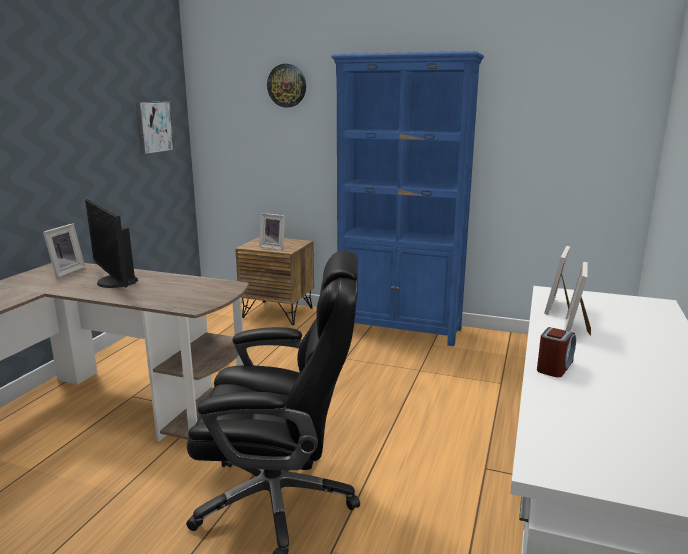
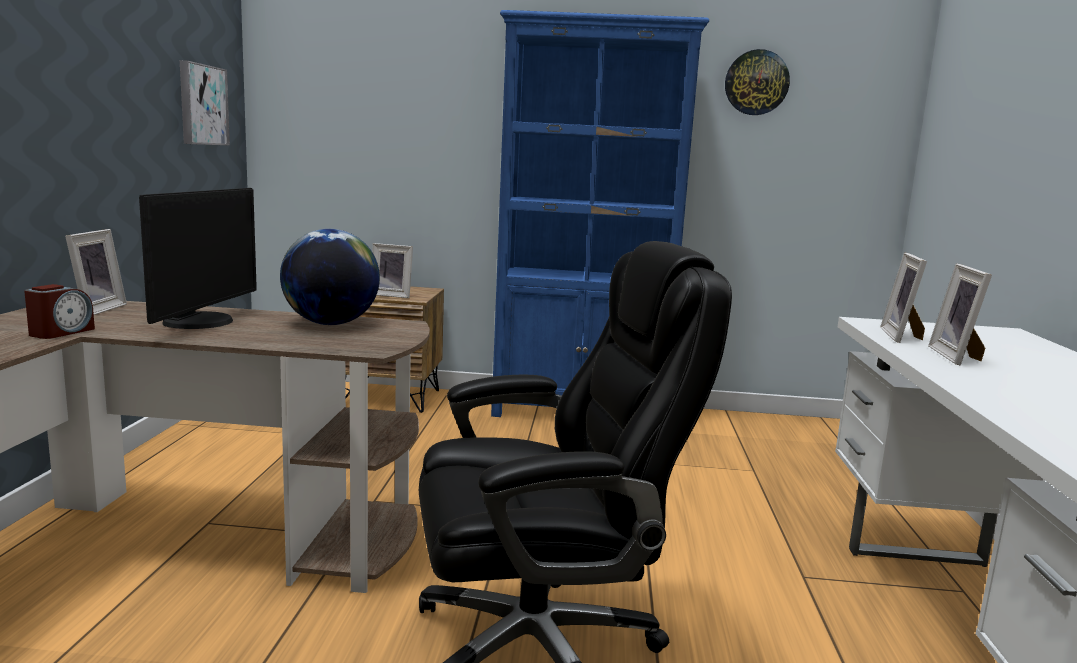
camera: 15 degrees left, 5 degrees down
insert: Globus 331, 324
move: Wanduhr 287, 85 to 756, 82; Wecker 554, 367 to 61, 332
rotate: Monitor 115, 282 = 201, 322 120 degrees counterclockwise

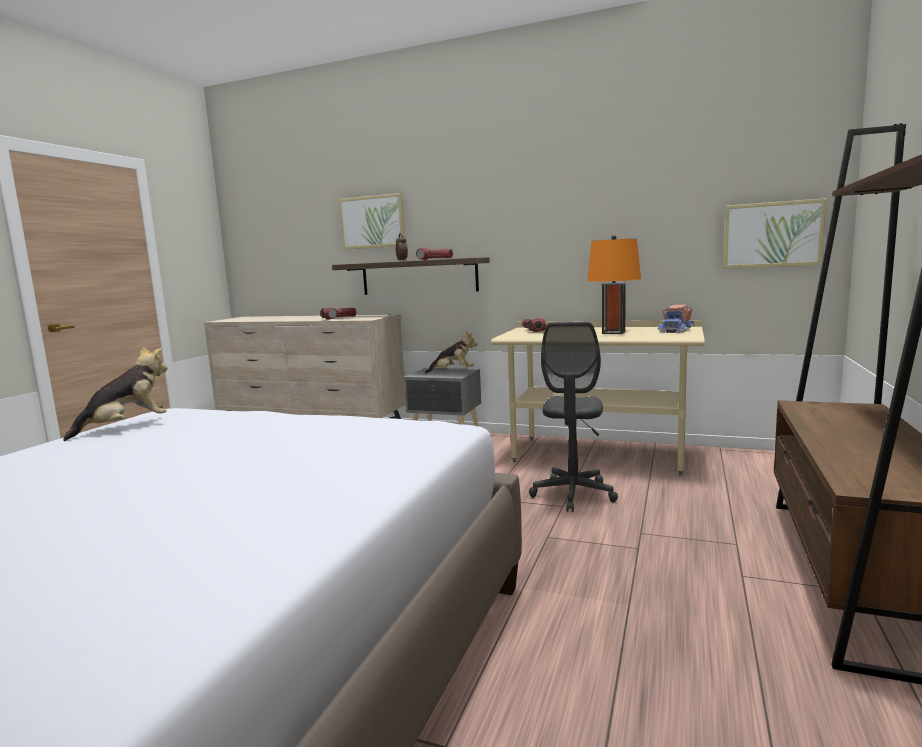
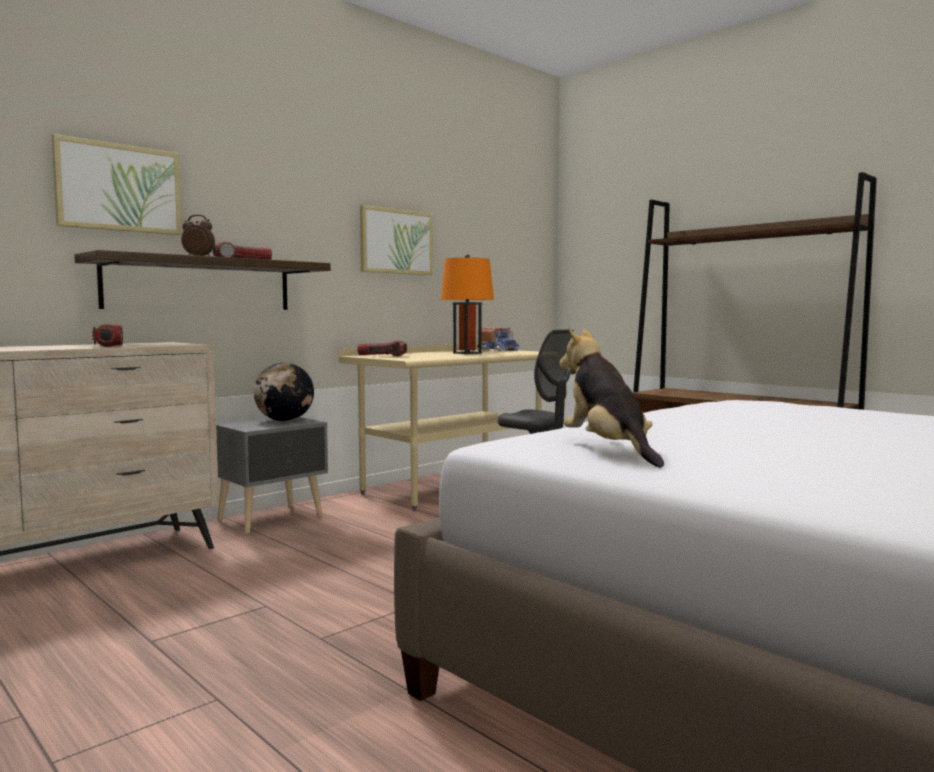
camera: 65 degrees left, 5 degrees down
move: Bild 772, 234 to 396, 241
replace: Plüschtier 452, 372 to Globus 284, 420

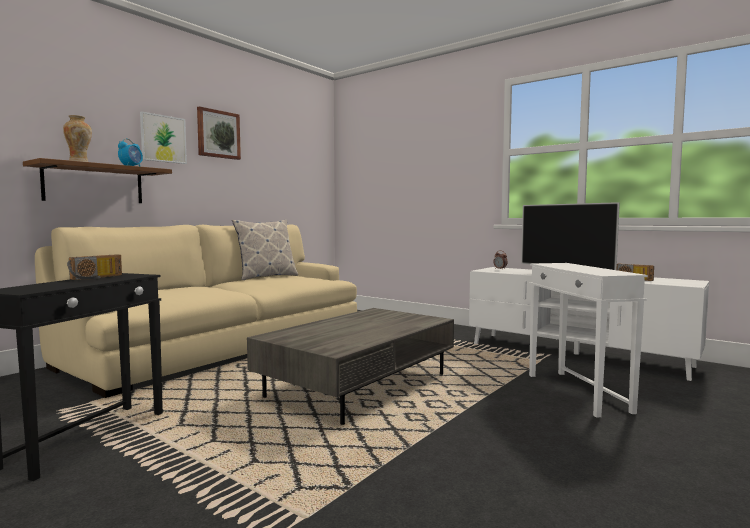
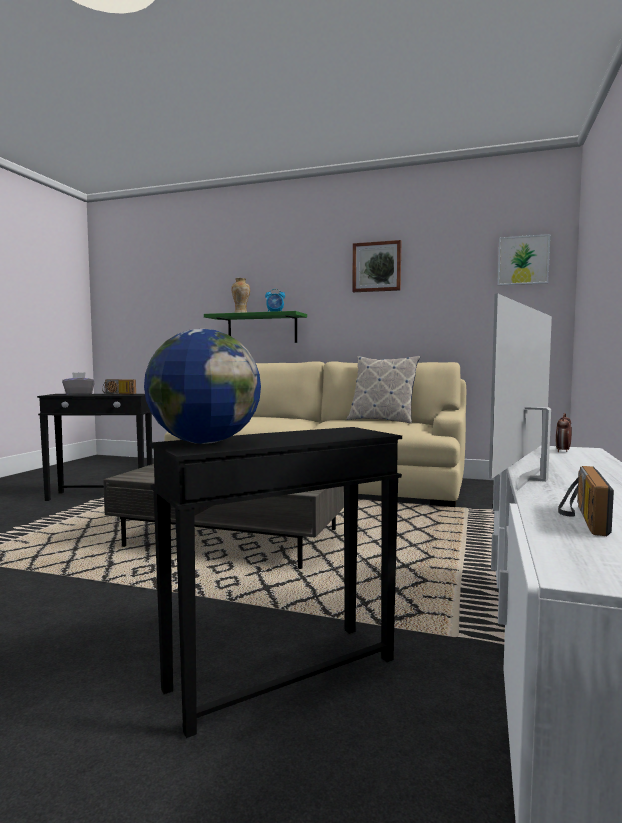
camera: 70 degrees right, 0 degrees up
insert: Taschentuchbox [grau] 79, 394; Globus 204, 443
move: Bild 163, 139 to 523, 260
recolor: Wandregal [braun] 94, 184 to Wandregal [grün] 262, 329; Beistelltisch [weiß] 576, 392 to Beistelltisch [schwarz] 281, 673

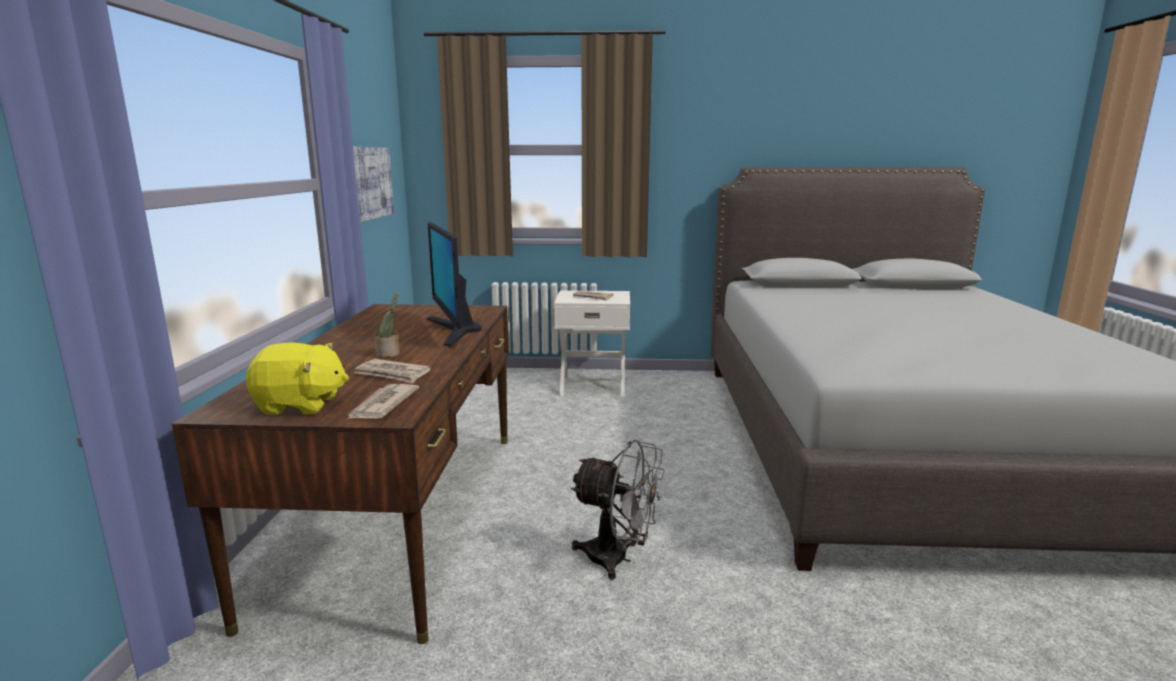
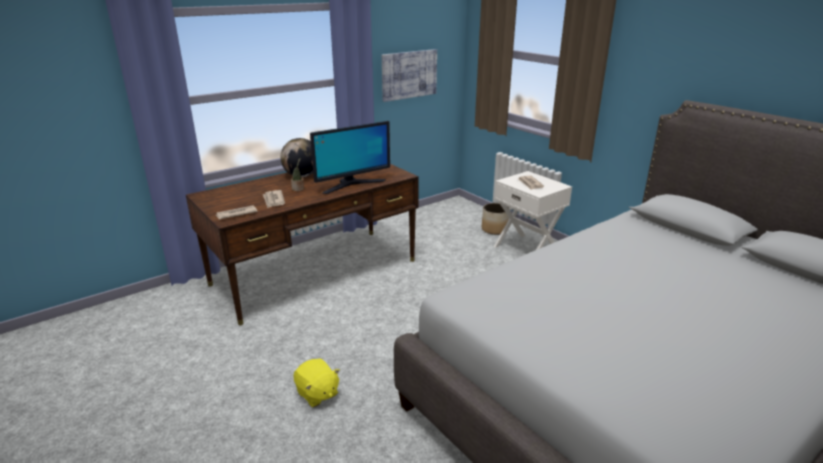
camera: 50 degrees right, 10 degrees up
delete: Ventilator [grau] 618, 559
insert: Globus 302, 176; Pflanzkübel 494, 229
move: Plüschtier [gelb] 300, 405 to 317, 394
rotate: Monitor 453, 330 = 352, 184 150 degrees counterclockwise

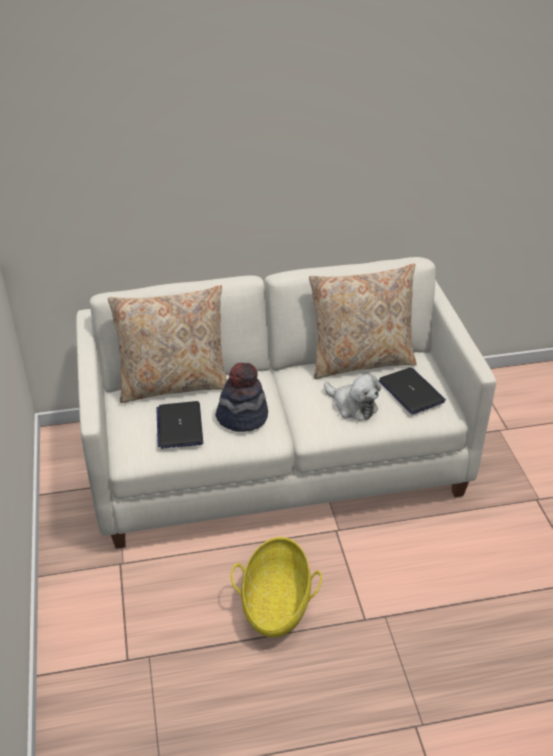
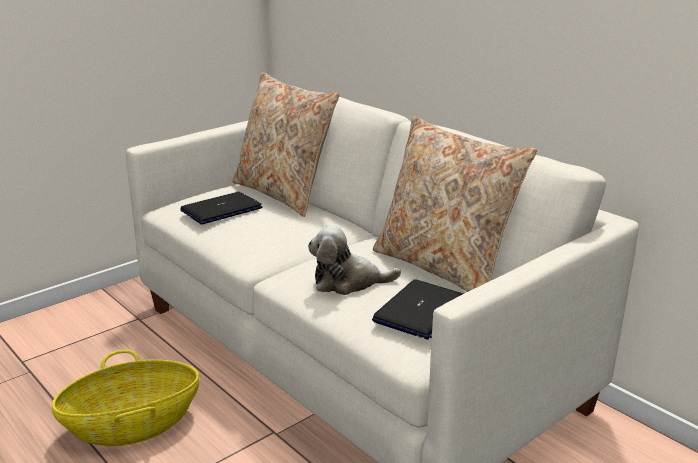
camera: 60 degrees right, 15 degrees down
delete: Hut 242, 417
rotate: Plüschtier 352, 406 = 348, 282 75 degrees clockwise

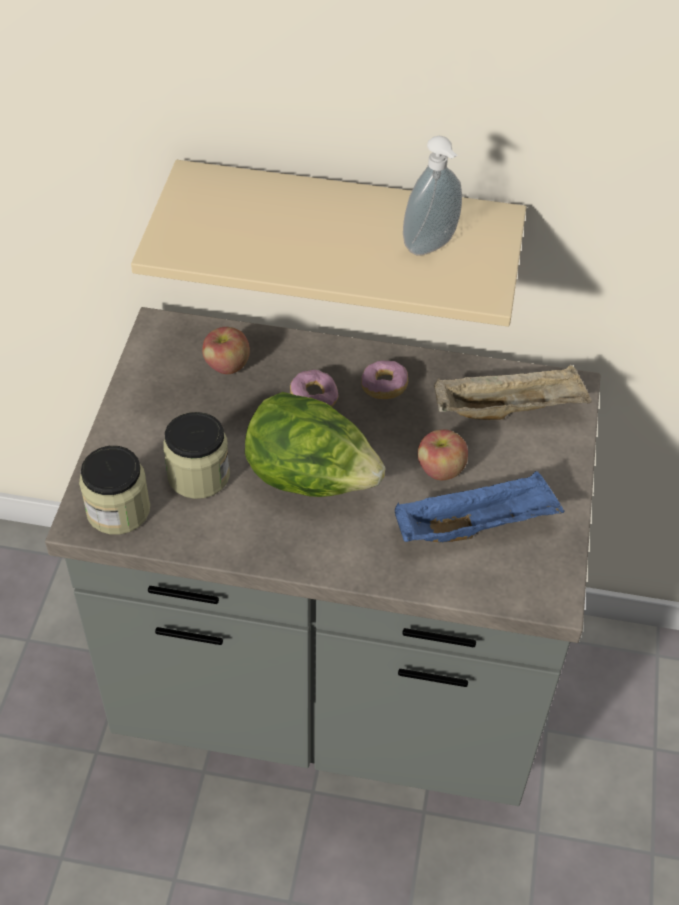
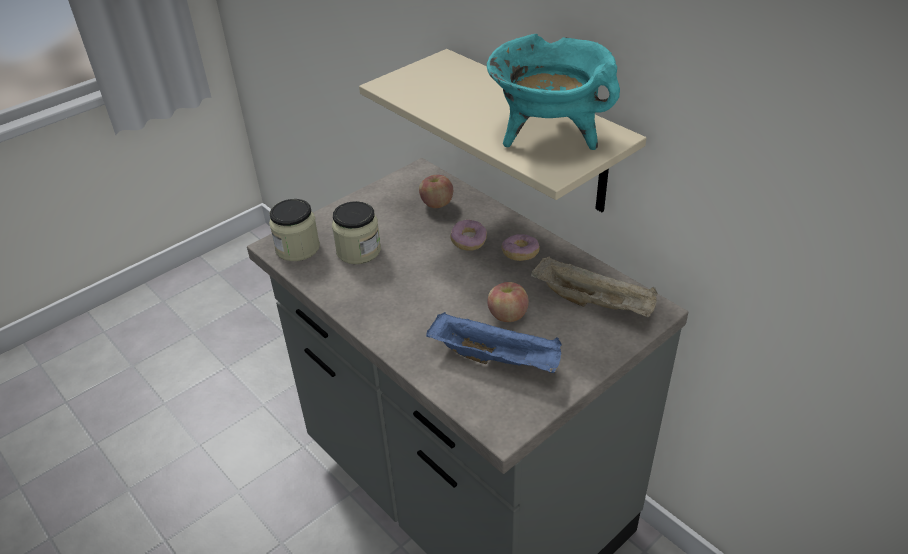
camera: 40 degrees right, 10 degrees down
delete: Salatkopf 311, 479
replace: Seifenspender 432, 247 to Kochtopf [türkis] 548, 136

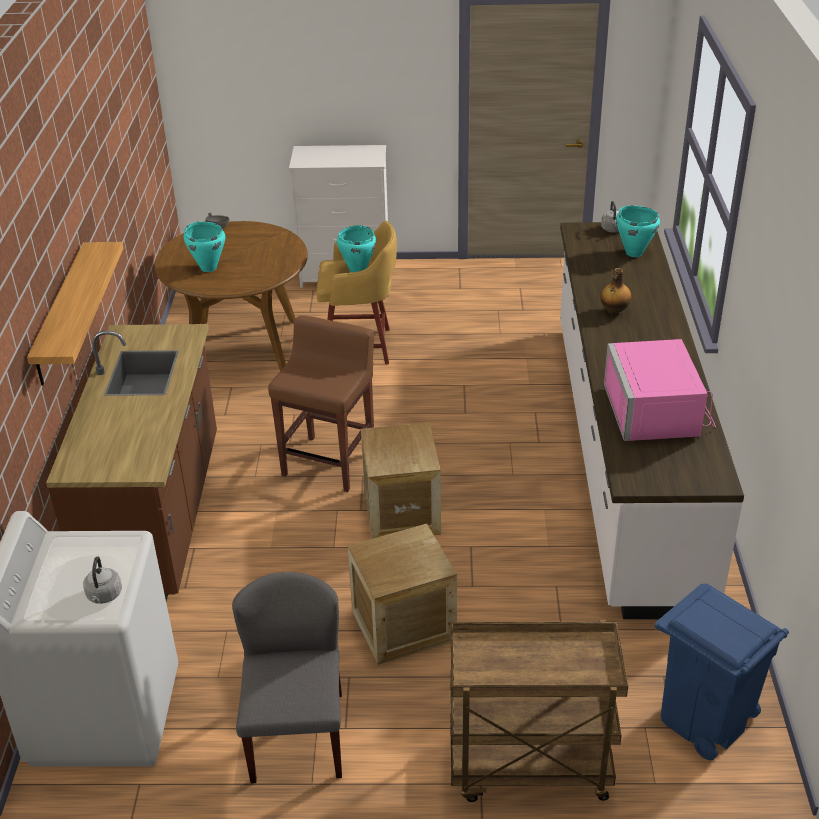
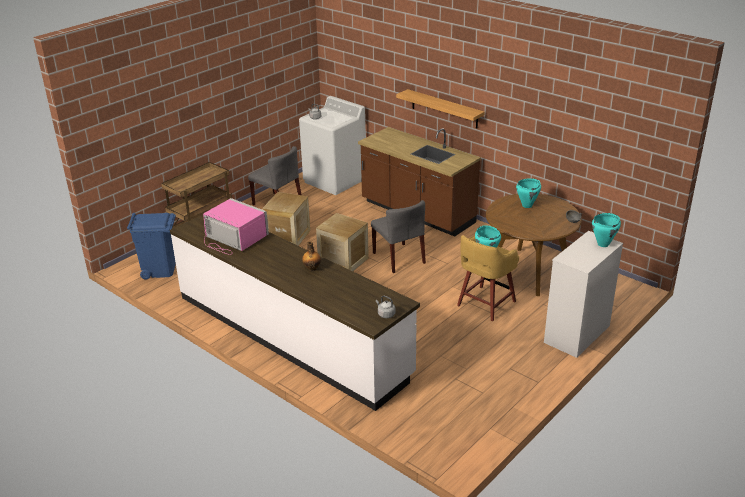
camera: 130 degrees right, 5 degrees down
move: Kochtopf [türkis] 633, 253 to 603, 244
replace: Hocker [braun] 329, 463 to Stuhl [grau] 399, 258

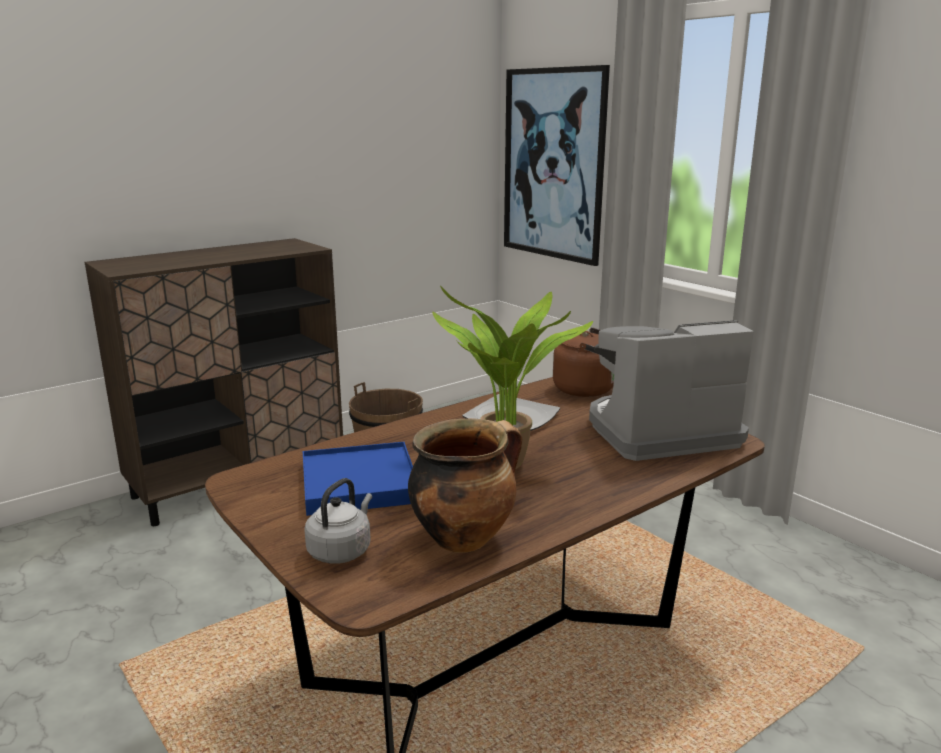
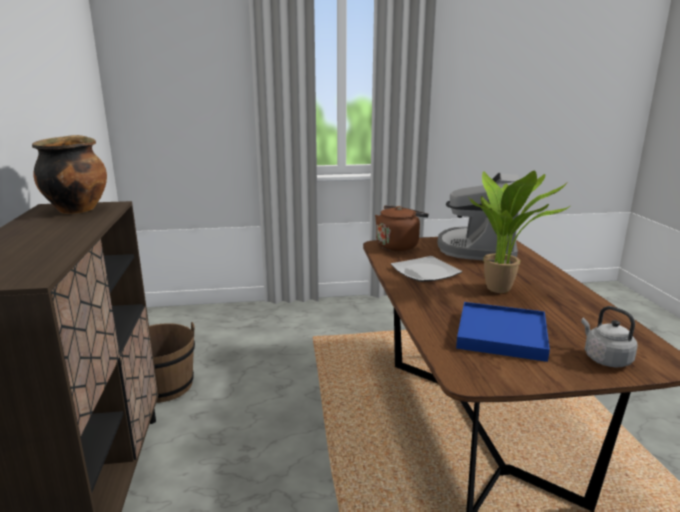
camera: 60 degrees left, 0 degrees up
delete: Bild 553, 165
move: Kochtopf 464, 537 to 77, 209

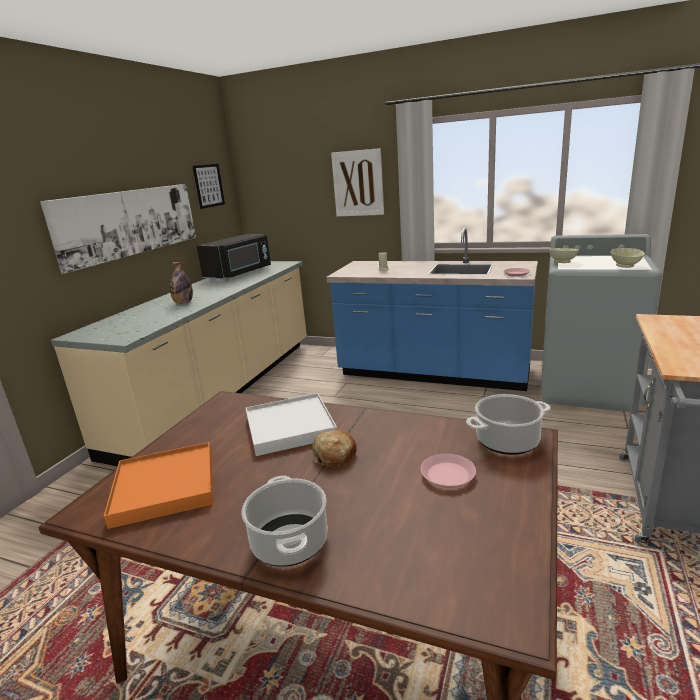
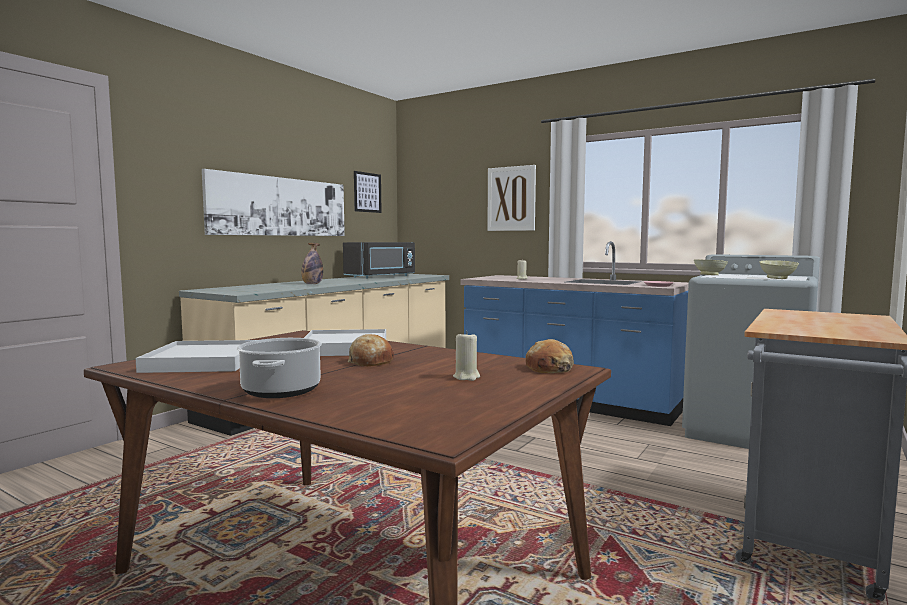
camera: 10 degrees right, 15 degrees down
replace: Teller [rosa] 447, 475 to Kerze [beige] 466, 377; Kochtopf 508, 441 to Brot 549, 368
recolor: Tablett [orange] 164, 487 to Tablett [weiß] 203, 362

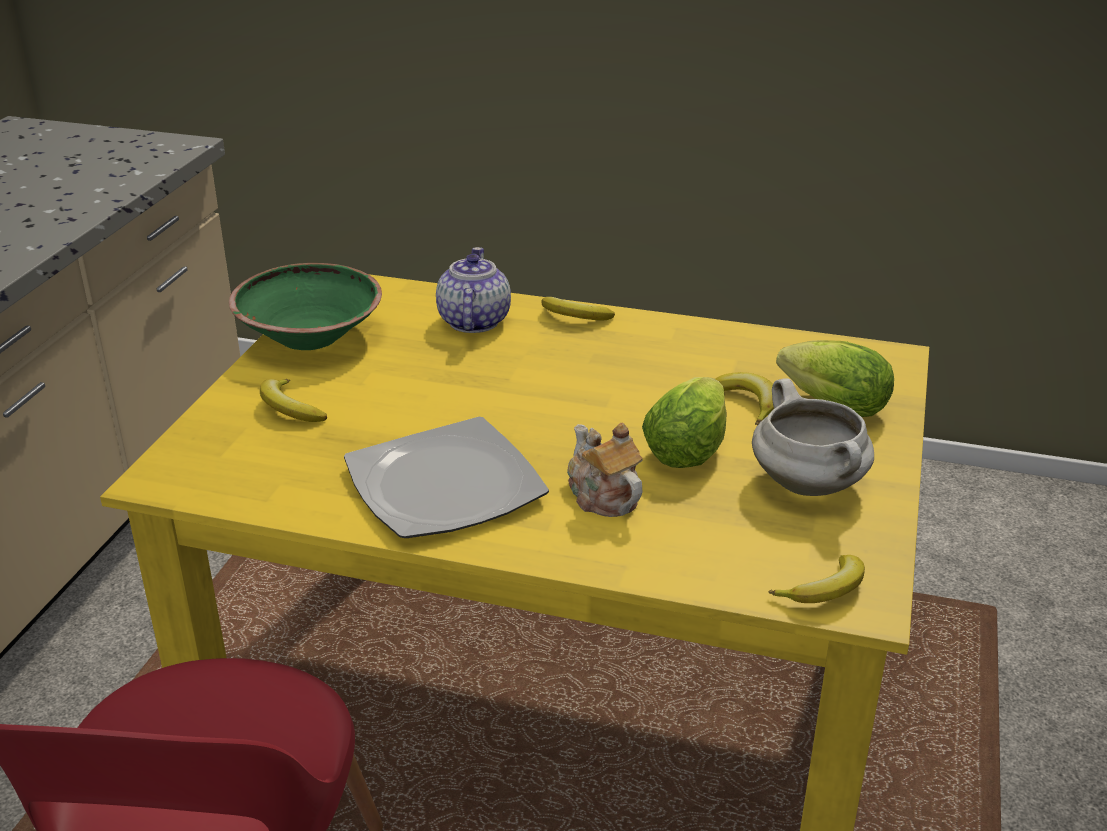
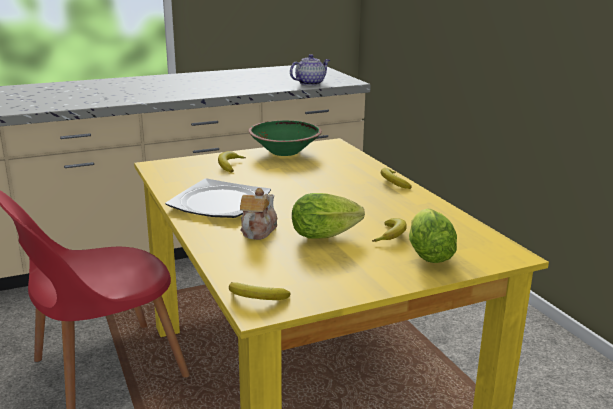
camera: 50 degrees right, 10 degrees down
delete: Kochtopf [weiß] 810, 485
move: Teekanne 473, 321 to 310, 83

